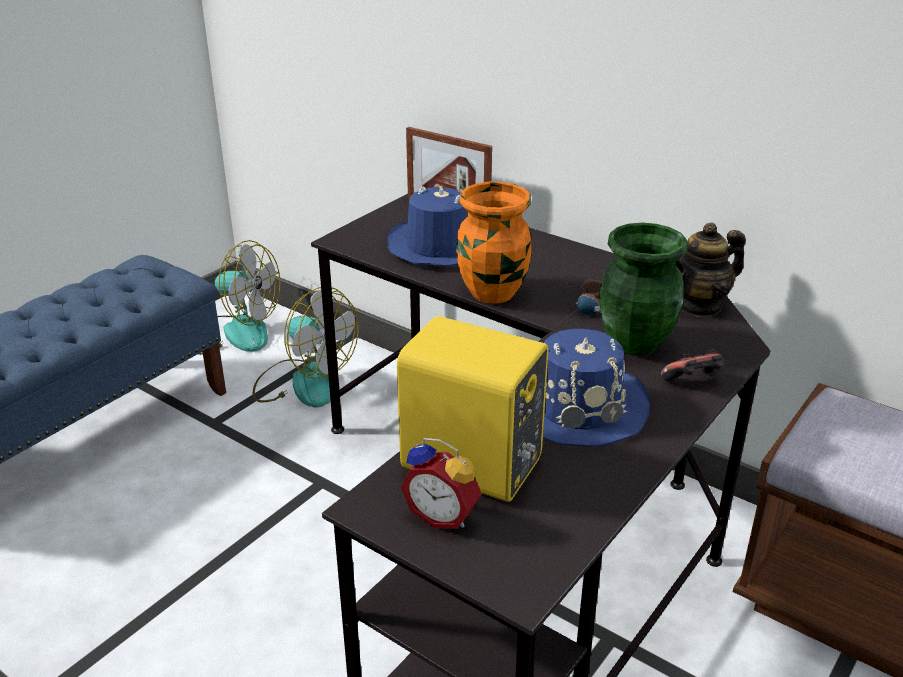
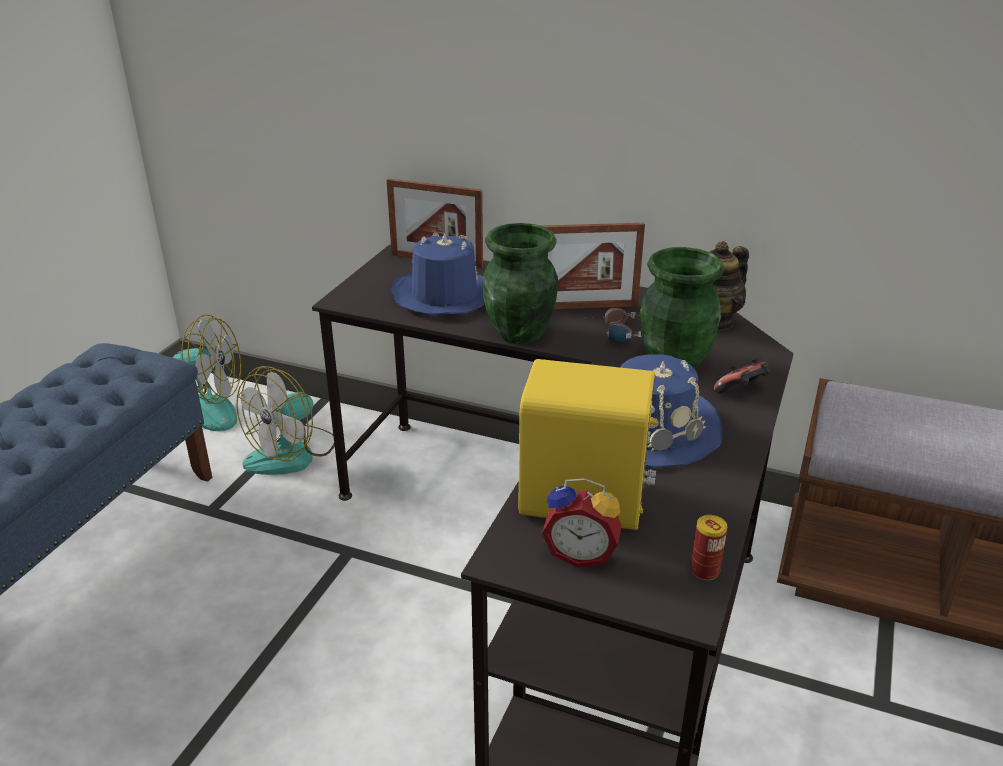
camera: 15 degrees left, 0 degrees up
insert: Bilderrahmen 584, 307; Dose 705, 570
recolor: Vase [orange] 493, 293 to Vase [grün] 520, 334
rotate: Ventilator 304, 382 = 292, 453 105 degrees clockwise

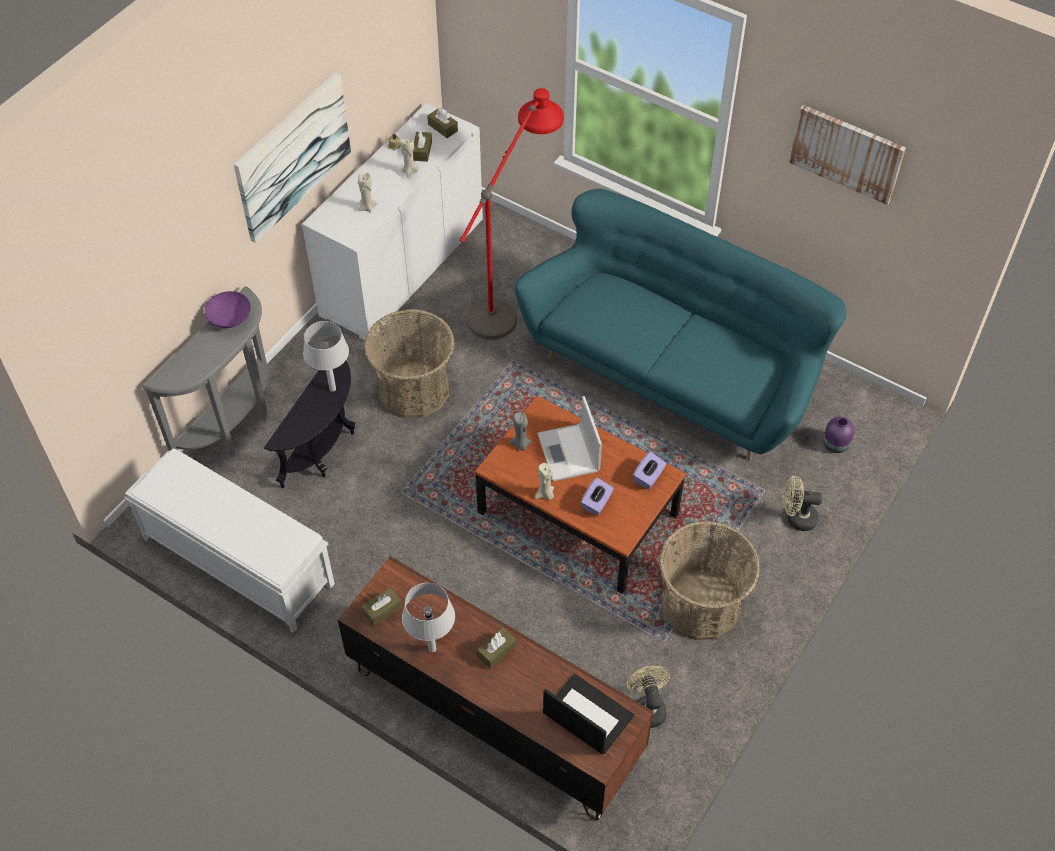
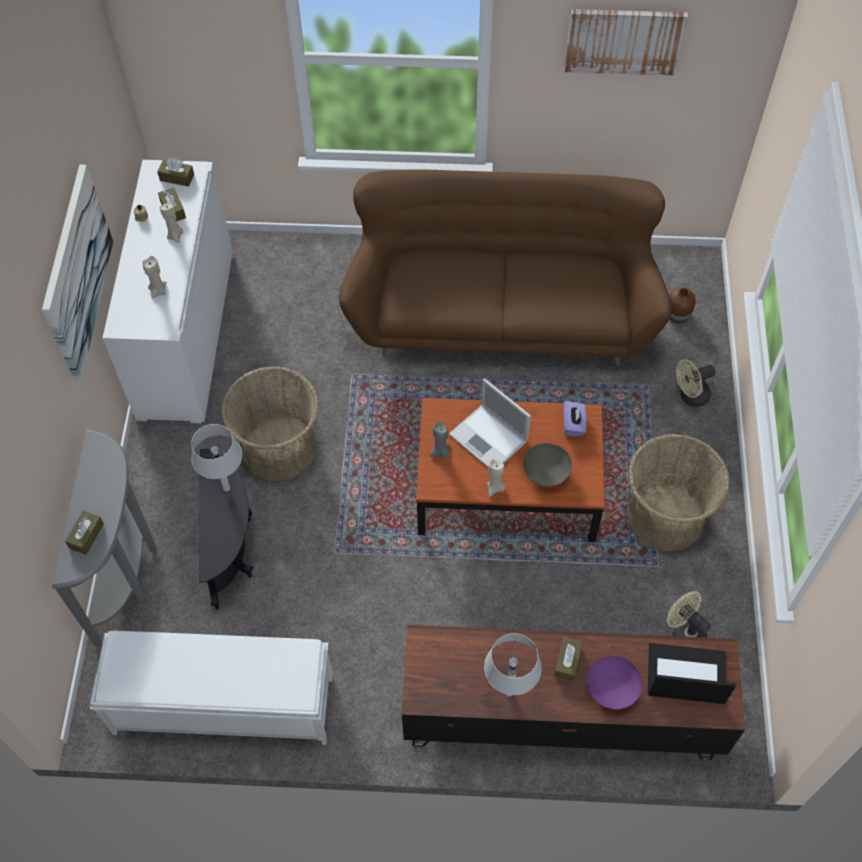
camera: 30 degrees left, 5 degrees up
delete: Stehlampe [rot] 511, 296
move: Schüssel [lila] 230, 319 to 611, 688; Taschentuchbox [braun] 382, 610 to 86, 536
replace: Taschentuchbox [lila] 596, 503 to Schüssel [grau] 545, 472
recolor: Sofa [türkis] 673, 371 to Sofa [braun] 501, 315; Vase [lila] 835, 445 to Vase [braun] 678, 315

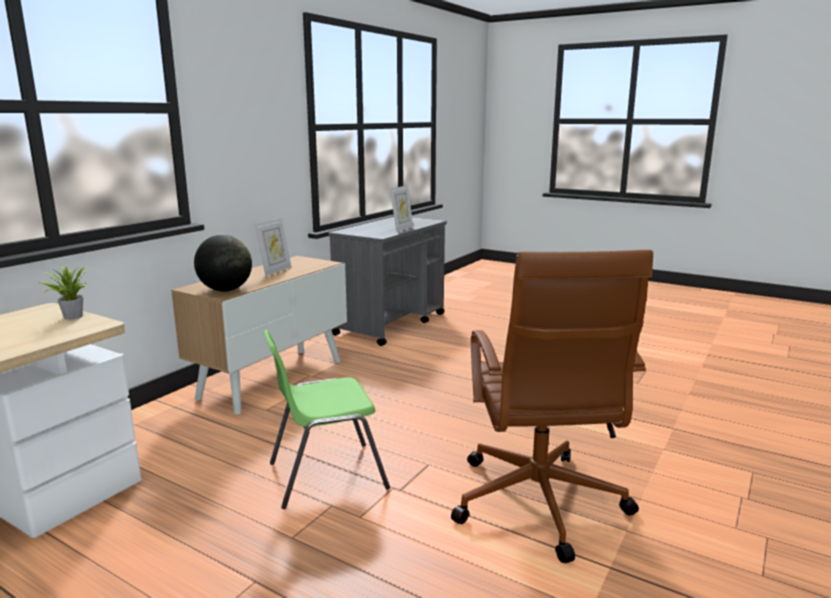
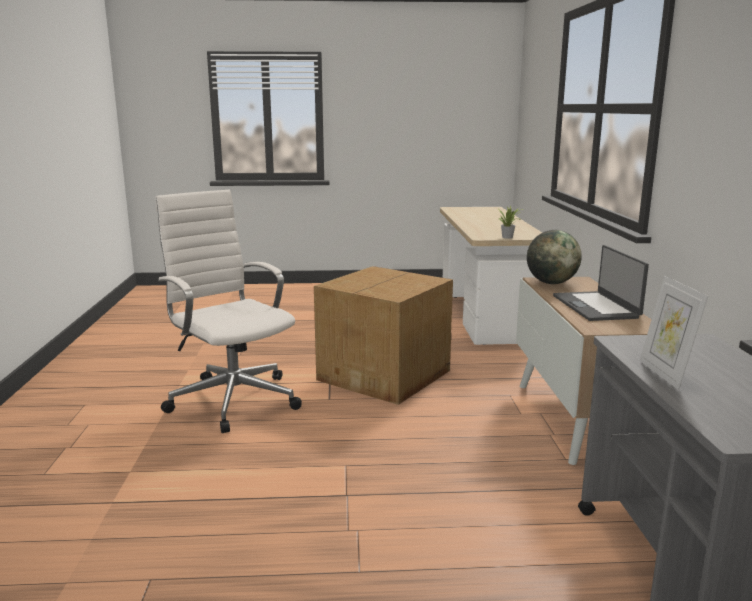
camera: 145 degrees right, 0 degrees up
replace: Bilderrahmen 275, 271 to Laptop 596, 307; Stuhl [grün] 325, 475 to Karton 386, 375
recolor: Bürostuhl [braun] 538, 505 to Bürostuhl [weiß] 233, 399

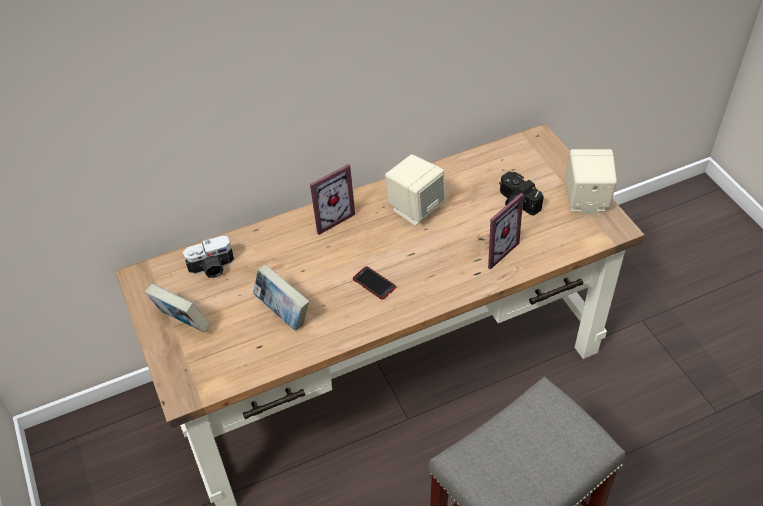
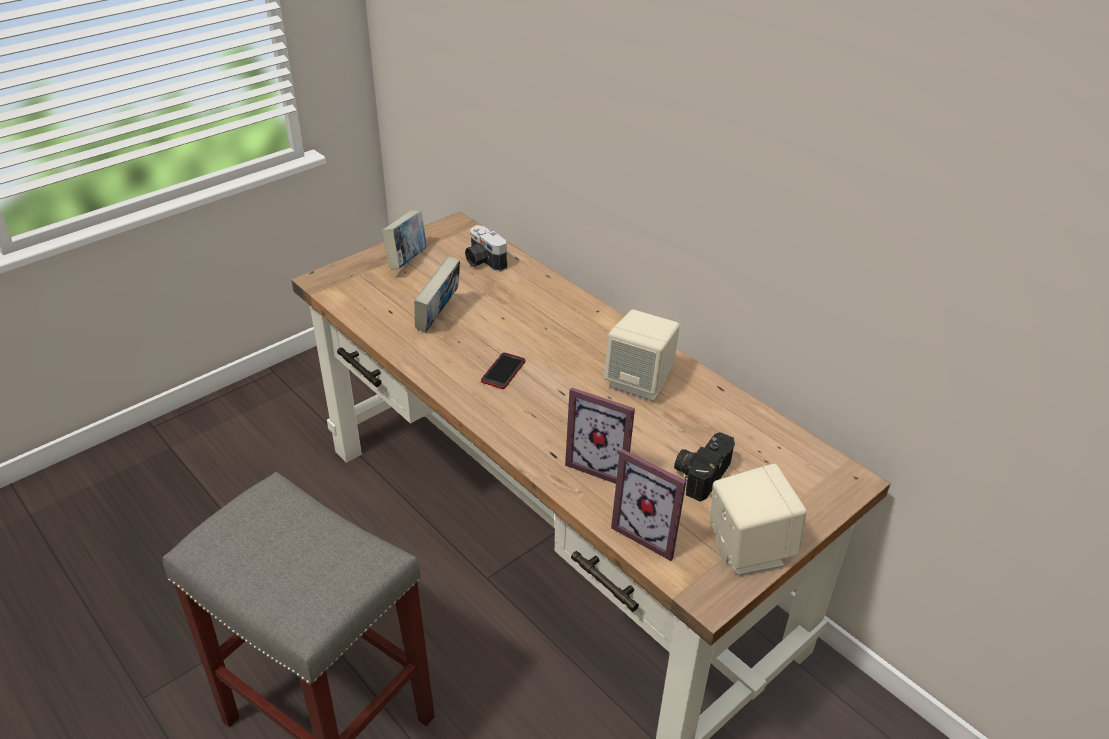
camera: 70 degrees right, 10 degrees down
move: Bilderrahmen 329, 217 to 651, 532

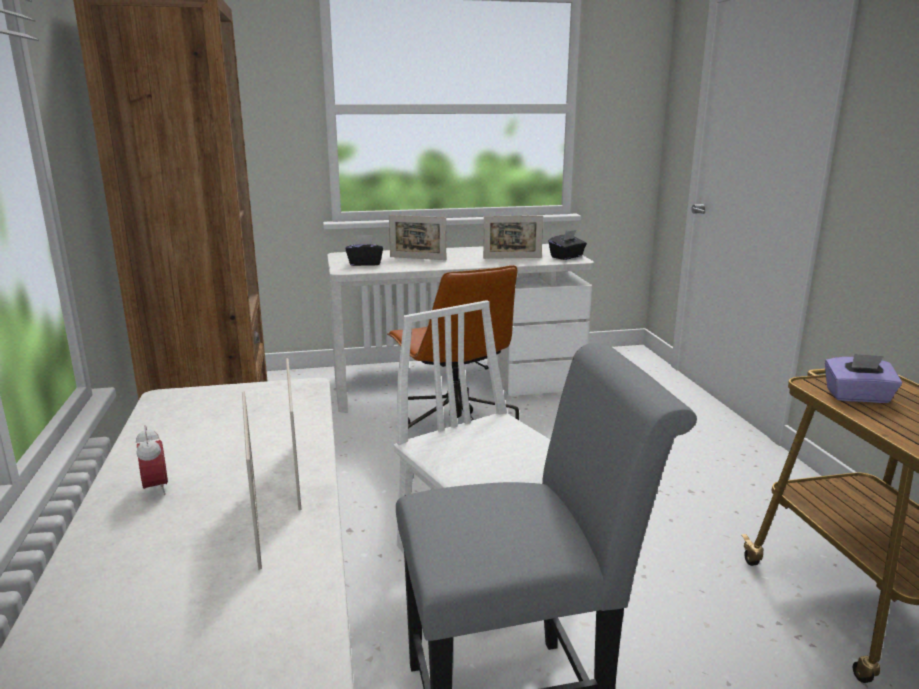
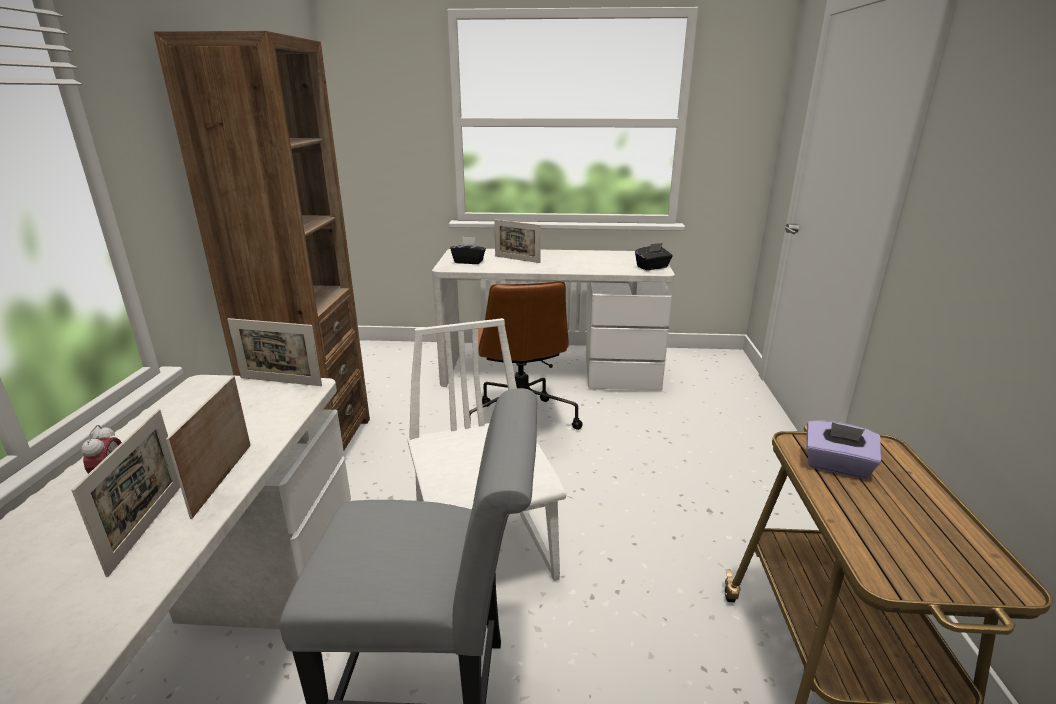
camera: 15 degrees right, 5 degrees up
move: Bilderrahmen 512, 258 to 280, 381

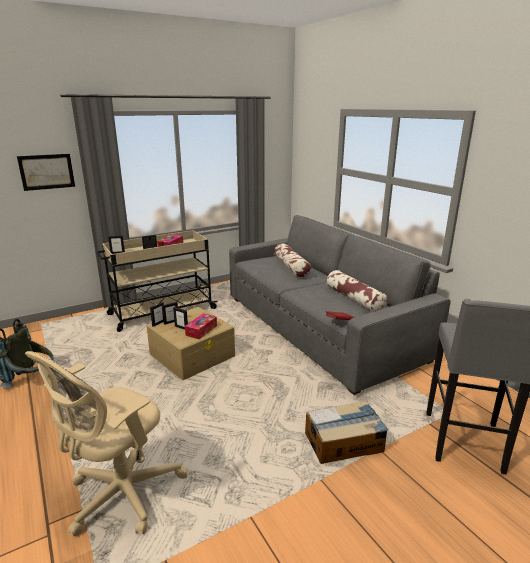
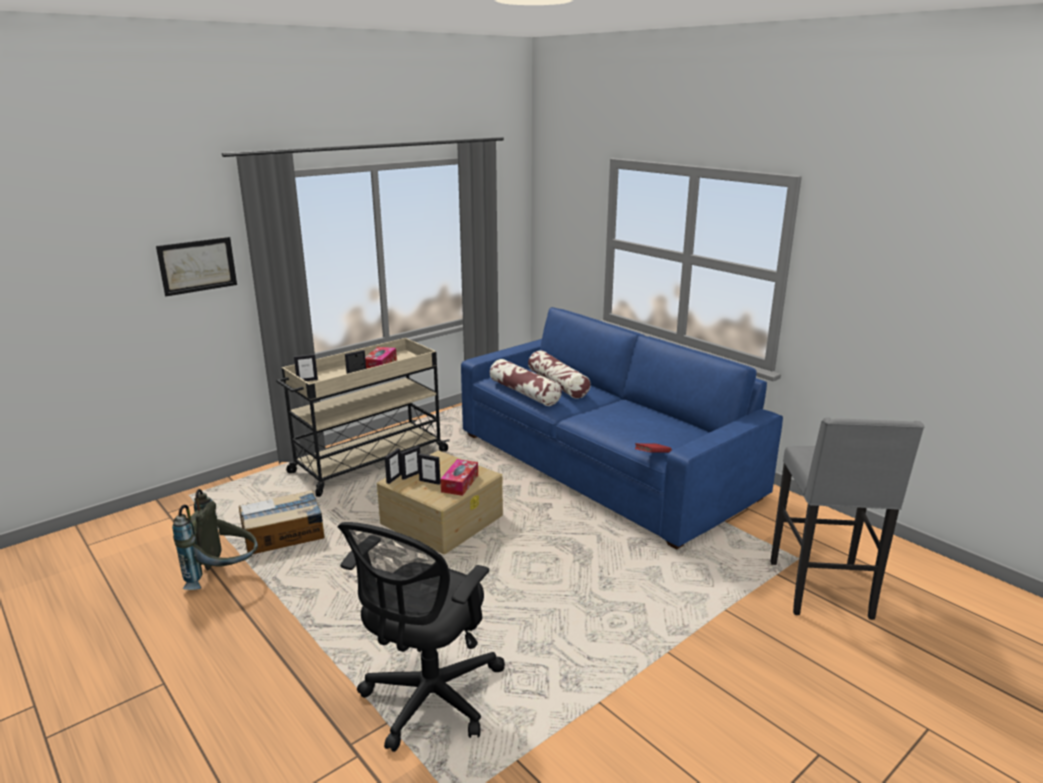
camera: 10 degrees left, 0 degrees up
move: Karton 344, 442 to 284, 535; Kissen 354, 299 to 524, 392
recolor: Bürostuhl [beige] 120, 495 to Bürostuhl [schwarz] 428, 701; Sofa [grau] 320, 326 to Sofa [blau] 604, 465

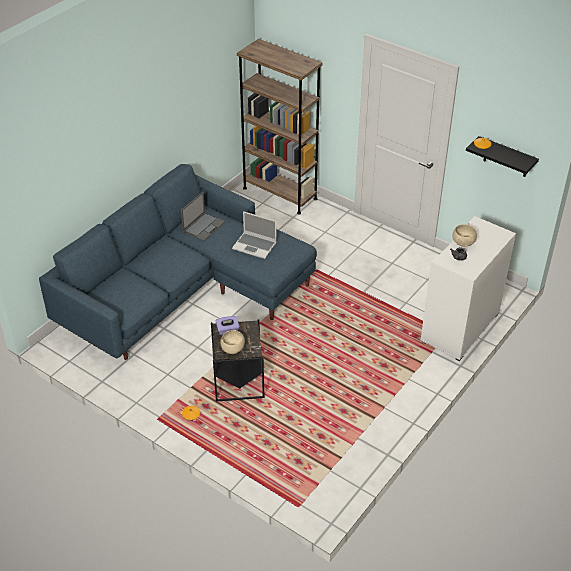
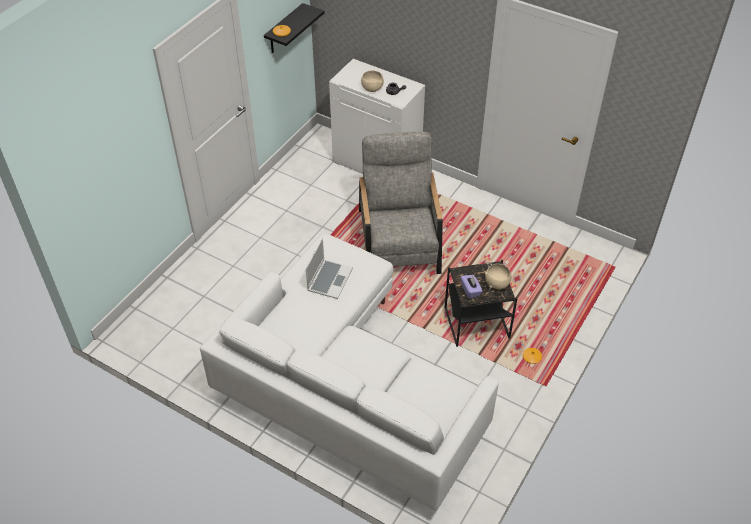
camera: 95 degrees left, 5 degrees up
delete: Laptop 204, 226; Bücherregal [braun] 279, 193
insert: Sessel [grau] 399, 242
recolor: Sofa [blau] 182, 292 to Sofa [weiß] 346, 390

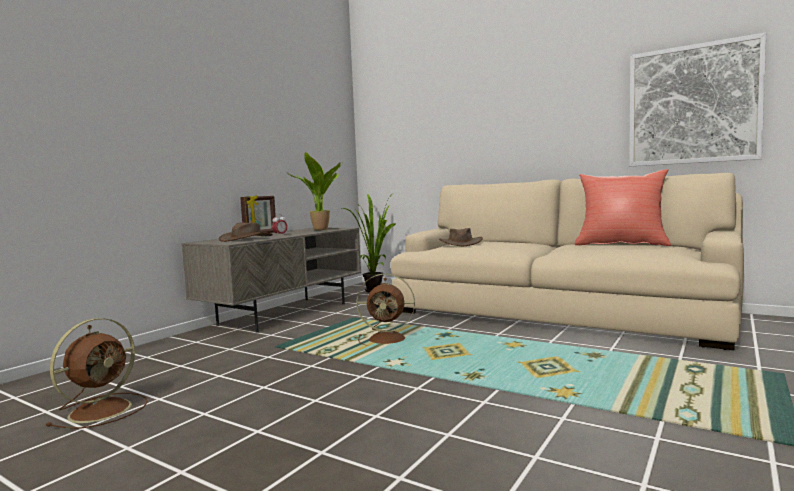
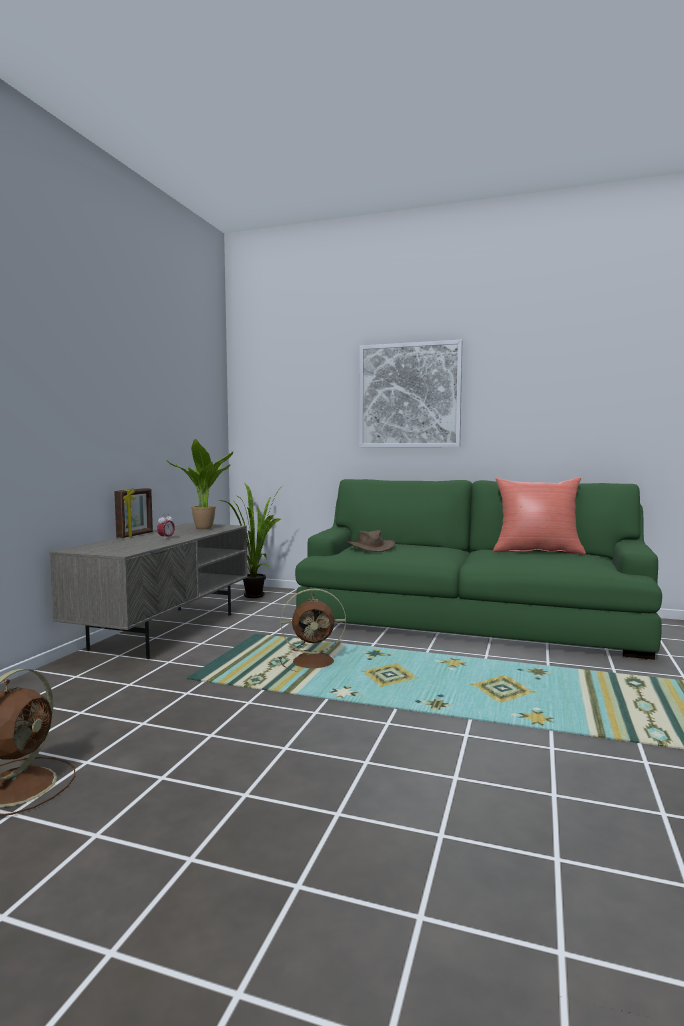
camera: 15 degrees left, 0 degrees up
delete: Hut [braun] 246, 238
move: Bild 693, 105 to 409, 395
recolor: Sofa [beige] 555, 313 to Sofa [grün] 469, 621

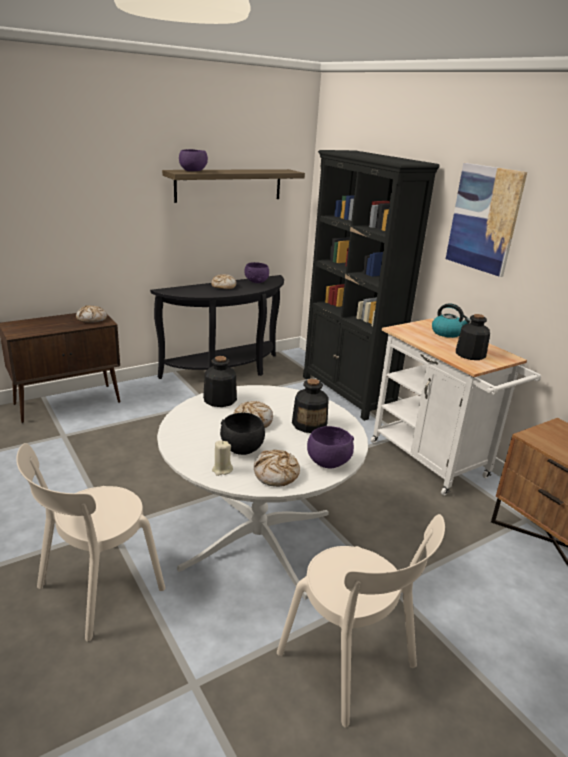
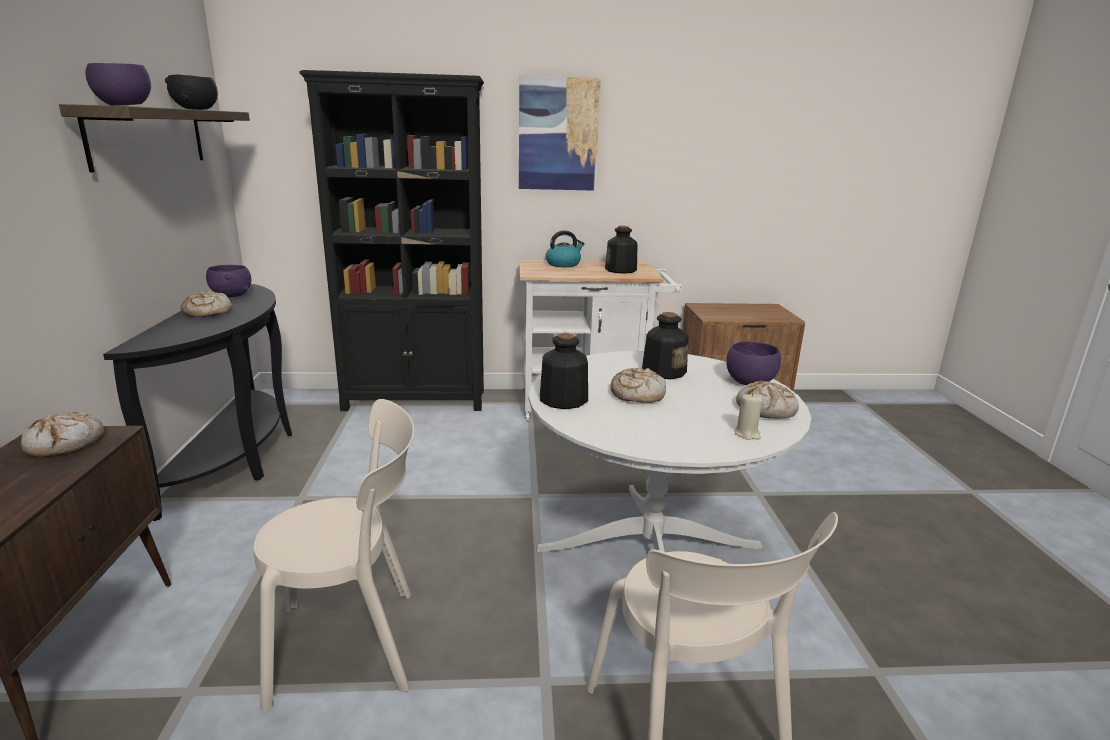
camera: 60 degrees left, 5 degrees down
move: Schüssel [schwarz] 242, 449 to 197, 109; Stuhl [beige] 351, 664 to 353, 644

